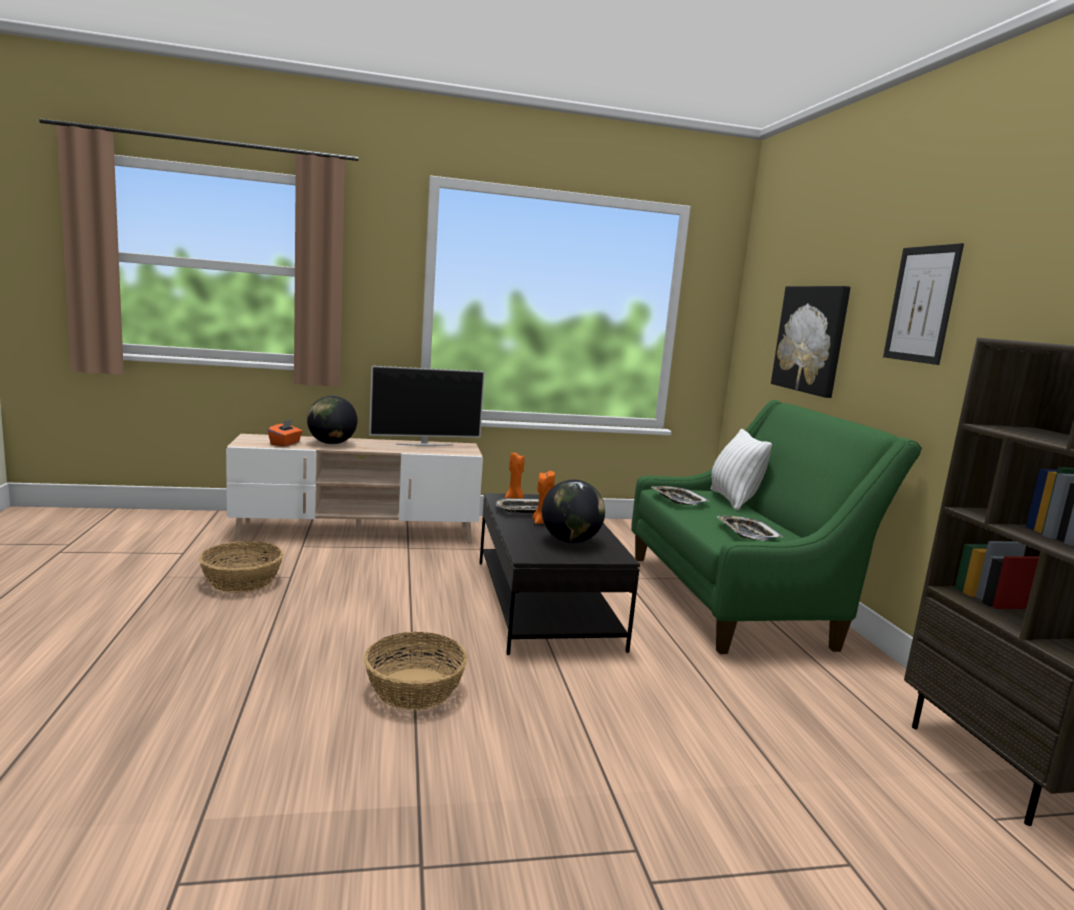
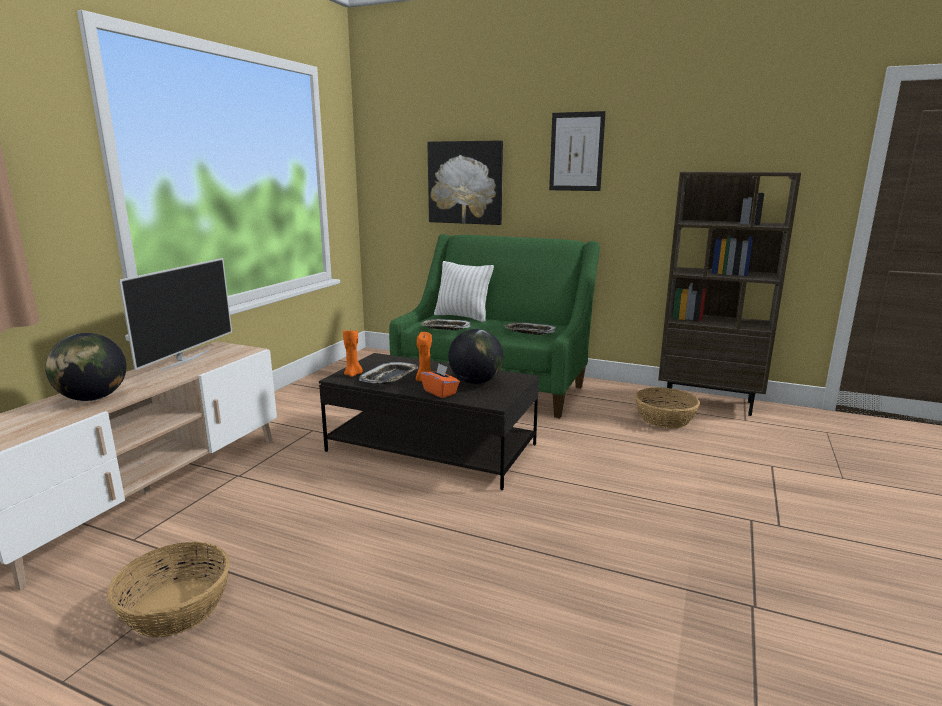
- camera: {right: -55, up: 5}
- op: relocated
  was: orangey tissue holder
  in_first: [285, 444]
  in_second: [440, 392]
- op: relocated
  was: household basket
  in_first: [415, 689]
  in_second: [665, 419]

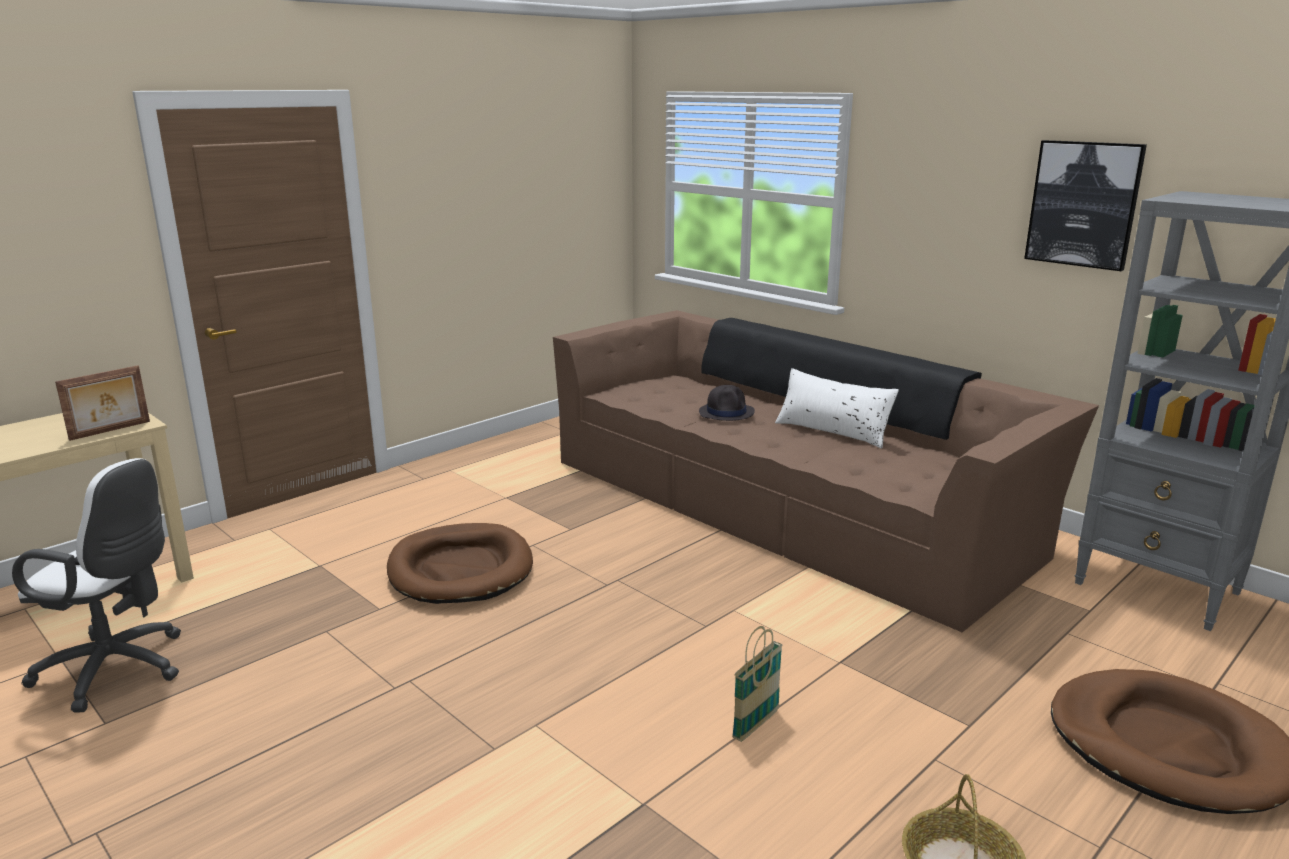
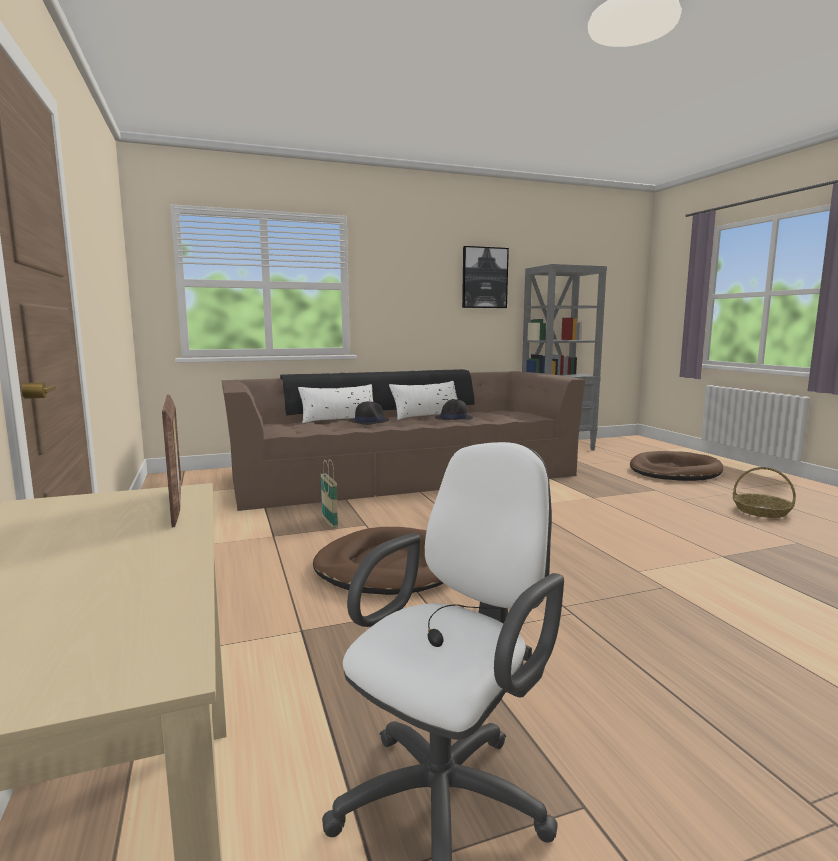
- camera: {right: -65, up: -10}
- op: appeared
  now: whitish pillow
  in_second: [338, 419]
- op: appeared
  now: black wearable hat
  in_second: [454, 418]
- op: relocated
  was: household basket
  in_first: [756, 725]
  in_second: [329, 522]

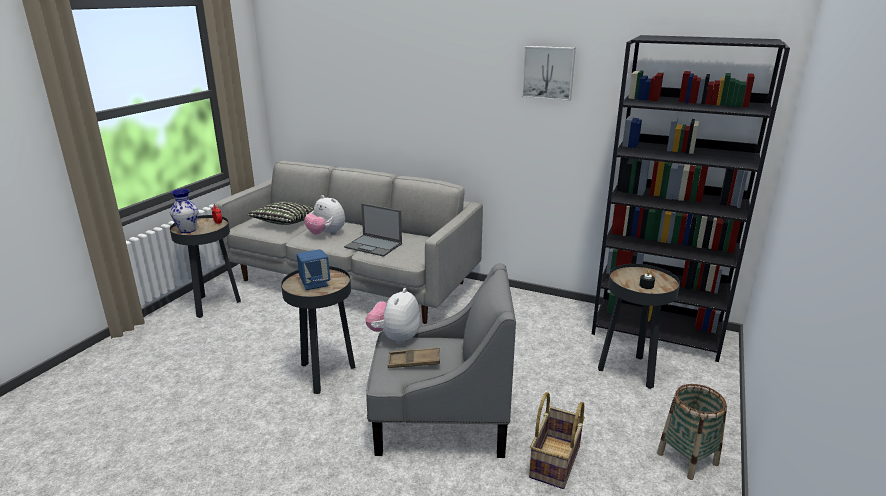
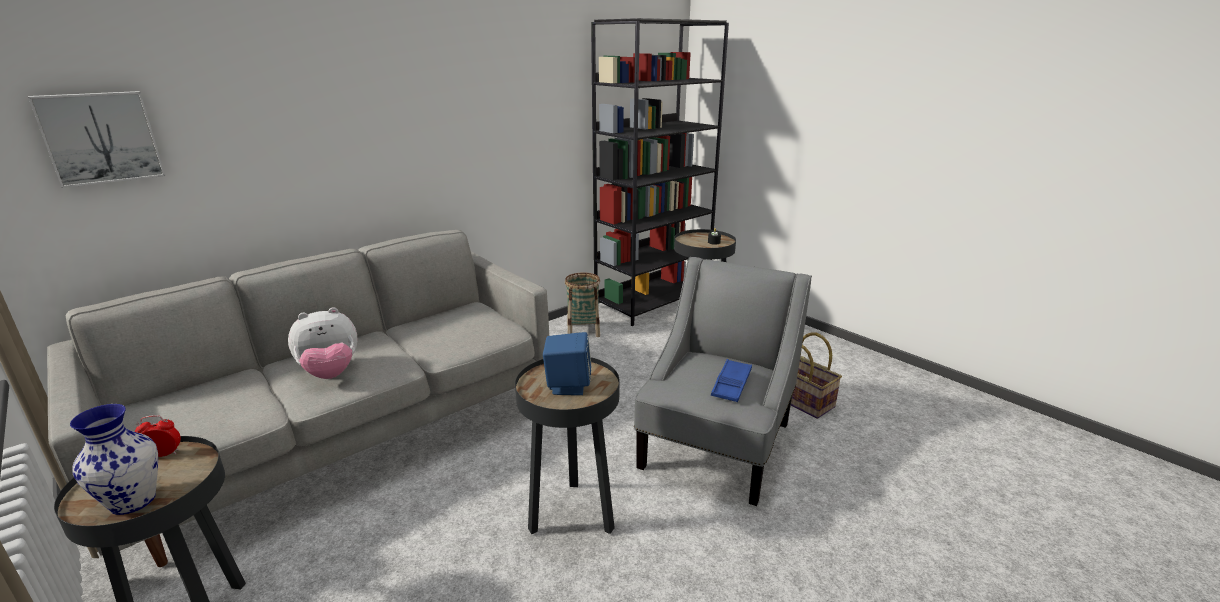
- camera: {right: -65, up: 0}
- op: missing
  was: pillow
  in_first: [285, 223]
- op: missing
  was: portable computer
  in_first: [374, 246]
- op: missing
  was: cuddly toy
  in_first: [395, 338]
- op: relocated
  was: picture
  in_first: [548, 72]
  in_second: [100, 138]
- op: relocated
  was: household basket
  in_first: [687, 458]
  in_second: [583, 330]
- op: colour
  was: brown serving tray
  now: bluish serving tray
  in_first: [414, 361]
  in_second: [731, 384]

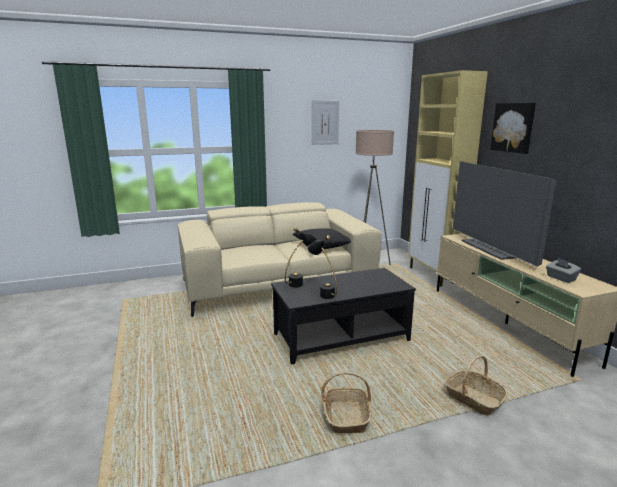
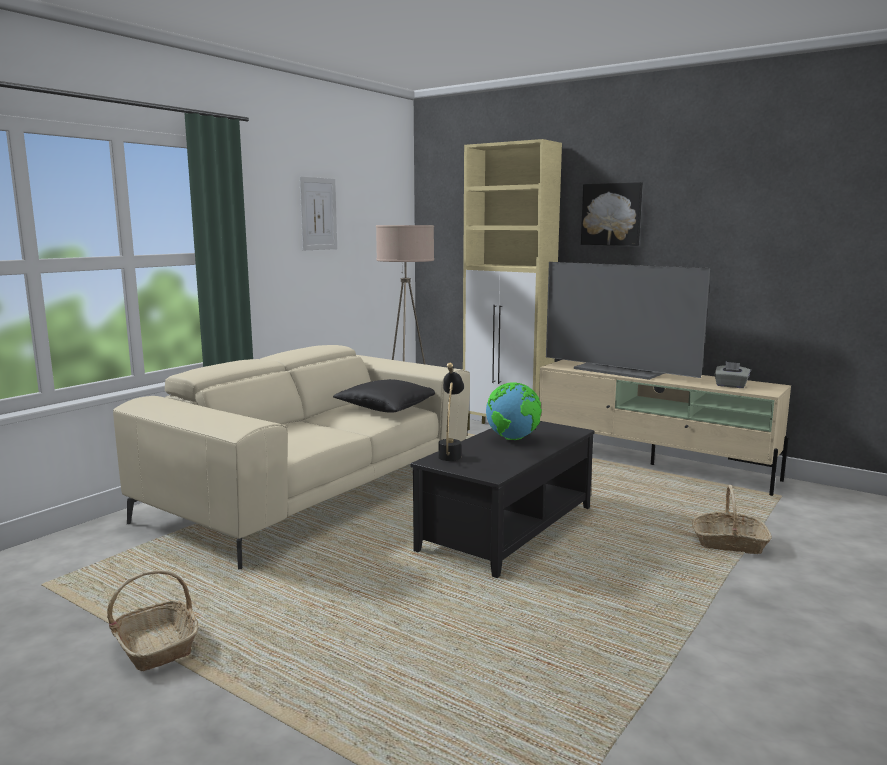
- camera: {right: -35, up: -5}
- op: missing
  was: black tabletop lamp
  in_first: [323, 293]
- op: appeared
  now: globe
  in_second: [513, 439]
- op: relocated
  was: household basket
  in_first: [346, 416]
  in_second: [156, 646]

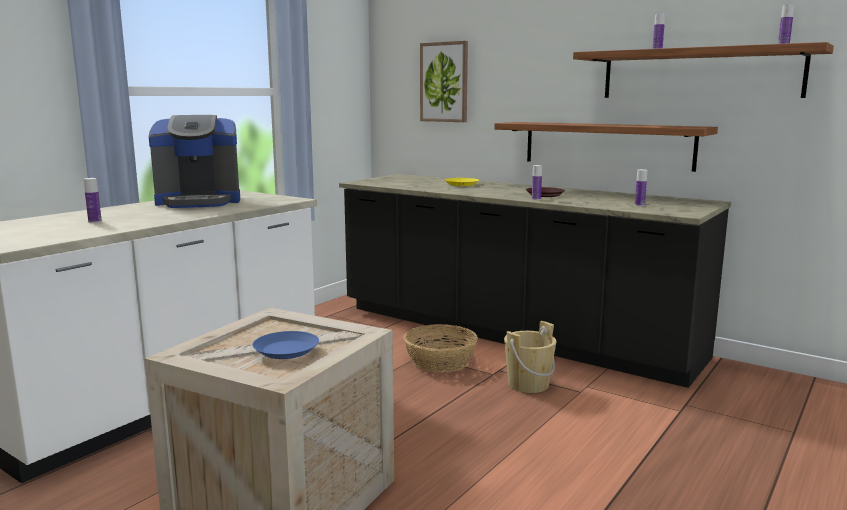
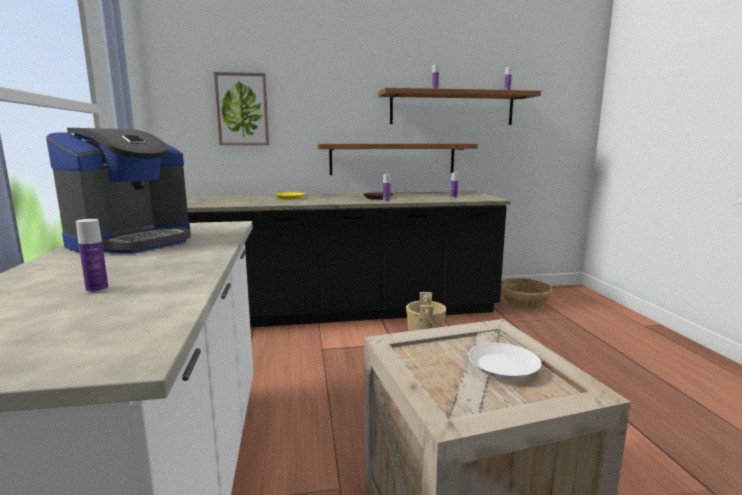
- camera: {right: -45, up: 0}
- op: relocated
  was: household basket
  in_first: [440, 362]
  in_second: [524, 303]
- op: colour
  was: bluish flat dish
  now: whitish flat dish
  in_first: [286, 350]
  in_second: [504, 366]

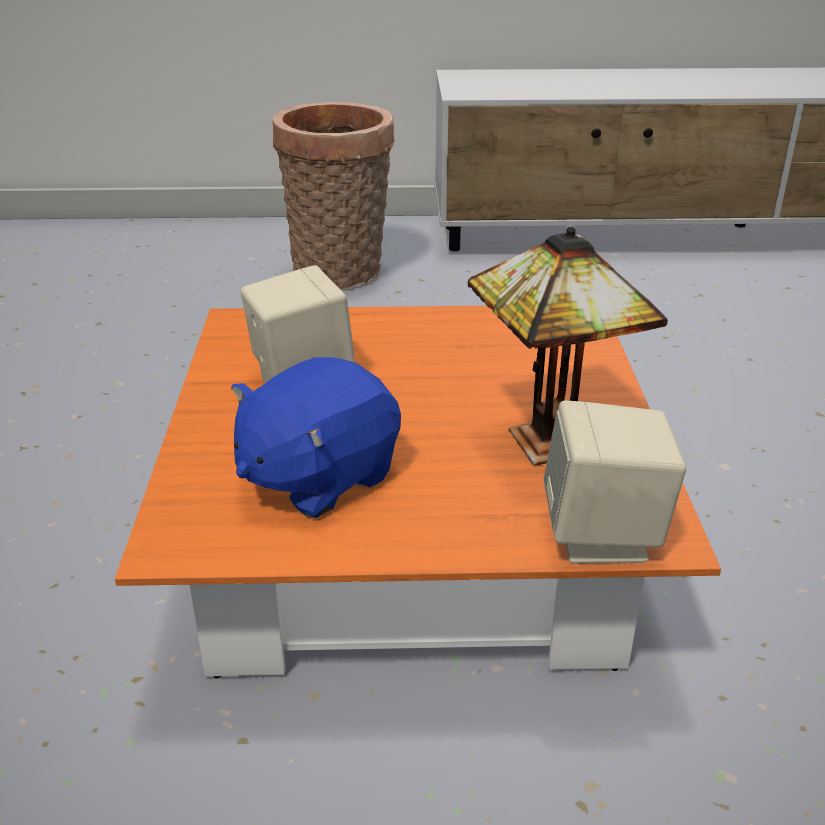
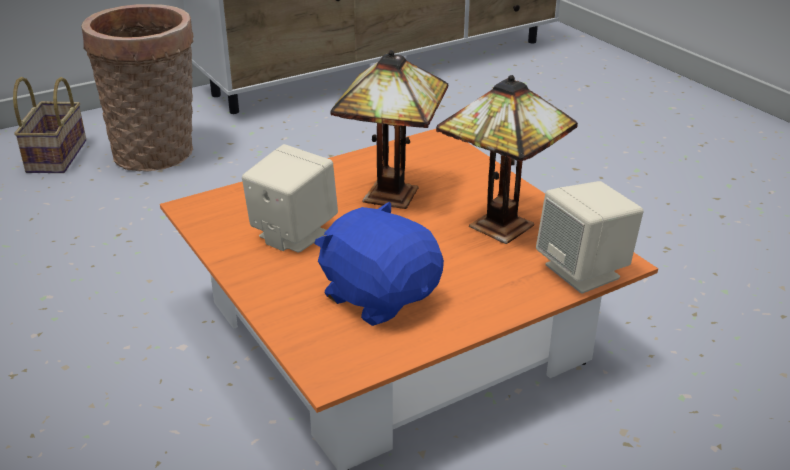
- camera: {right: -30, up: 0}
- op: appeared
  now: household basket
  in_second: [56, 155]
- op: appeared
  now: tabletop lamp
  in_second: [389, 193]
- op: spun
  was: bluish cuddly toy
  in_first: [317, 477]
  in_second: [379, 296]
  clockwise: 120

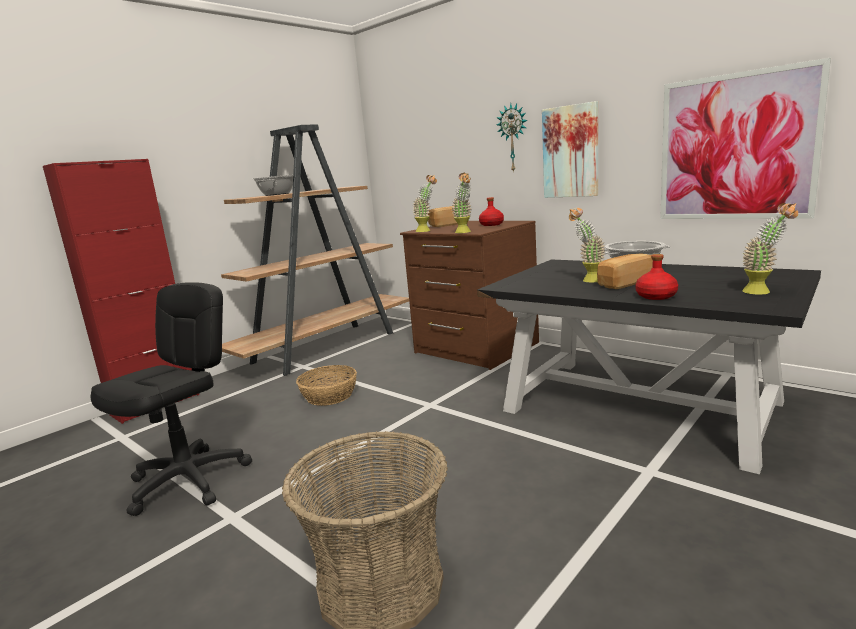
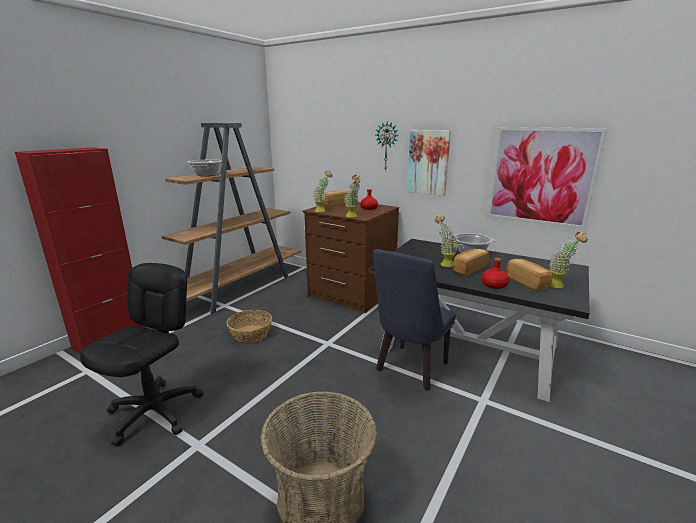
- camera: {right: -10, up: 5}
- op: appeared
  now: bluish upright chair
  in_second: [409, 370]
- op: appeared
  now: bread
  in_second: [527, 282]

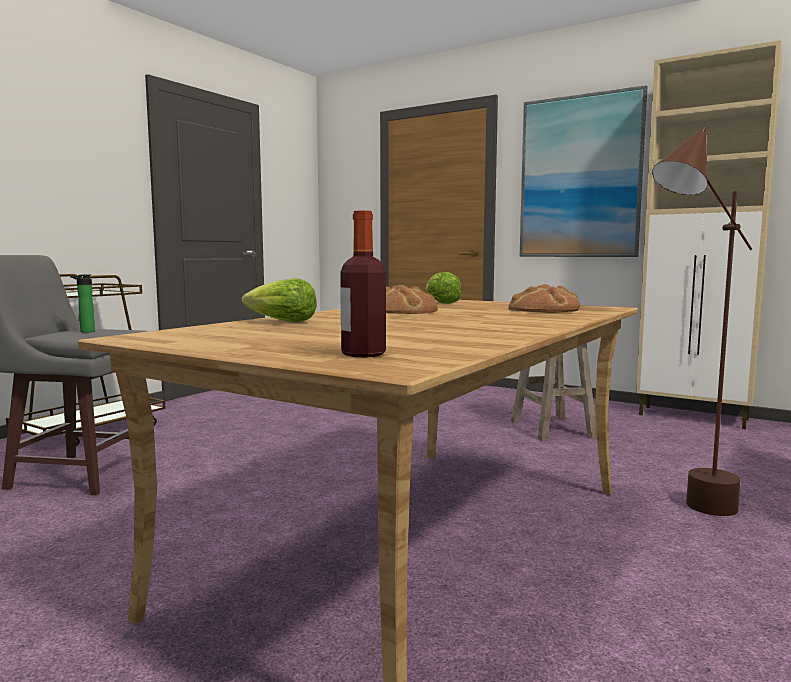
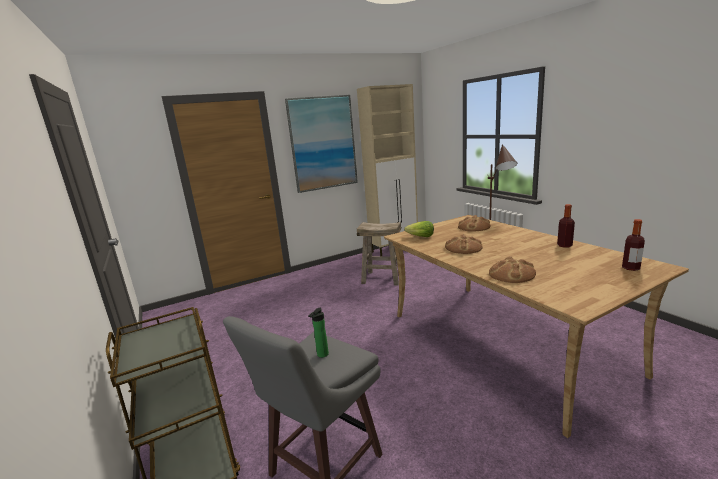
- camera: {right: -60, up: 10}
- op: appeared
  now: beverage bottle
  in_second: [564, 245]
- op: exchanged
  was: lettuce head
  now: bread
  in_first: [281, 322]
  in_second: [511, 274]

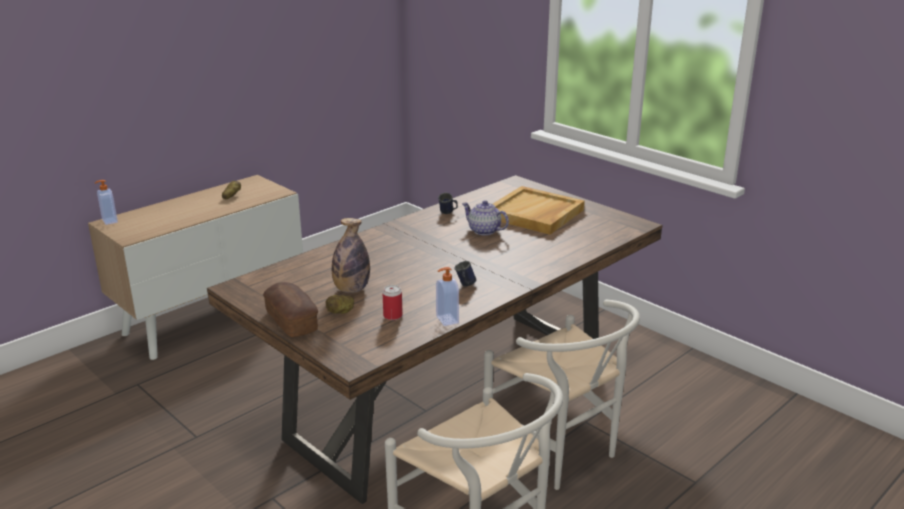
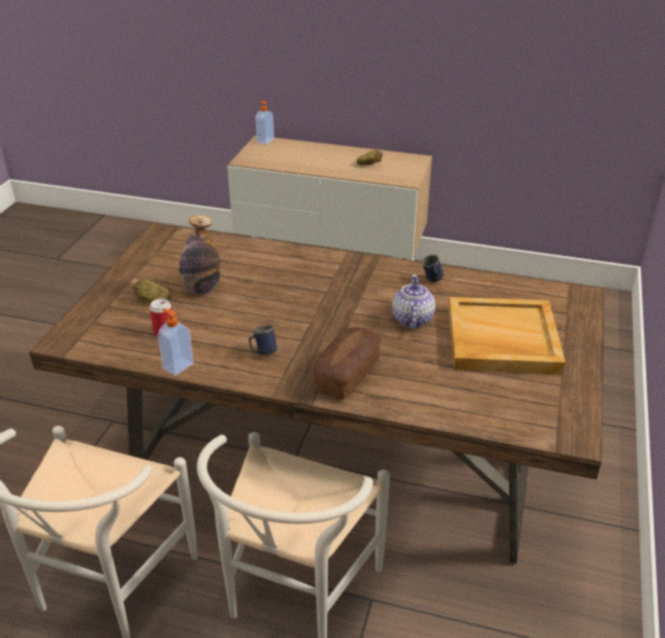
- camera: {right: 60, up: 10}
- op: relocated
  was: bread
  in_first: [291, 321]
  in_second: [347, 374]

